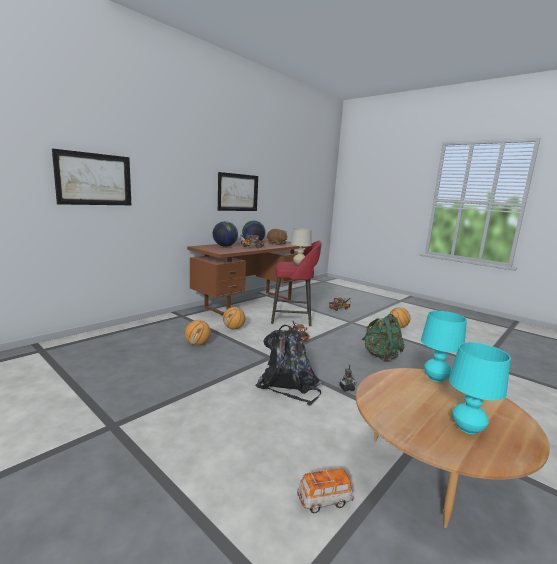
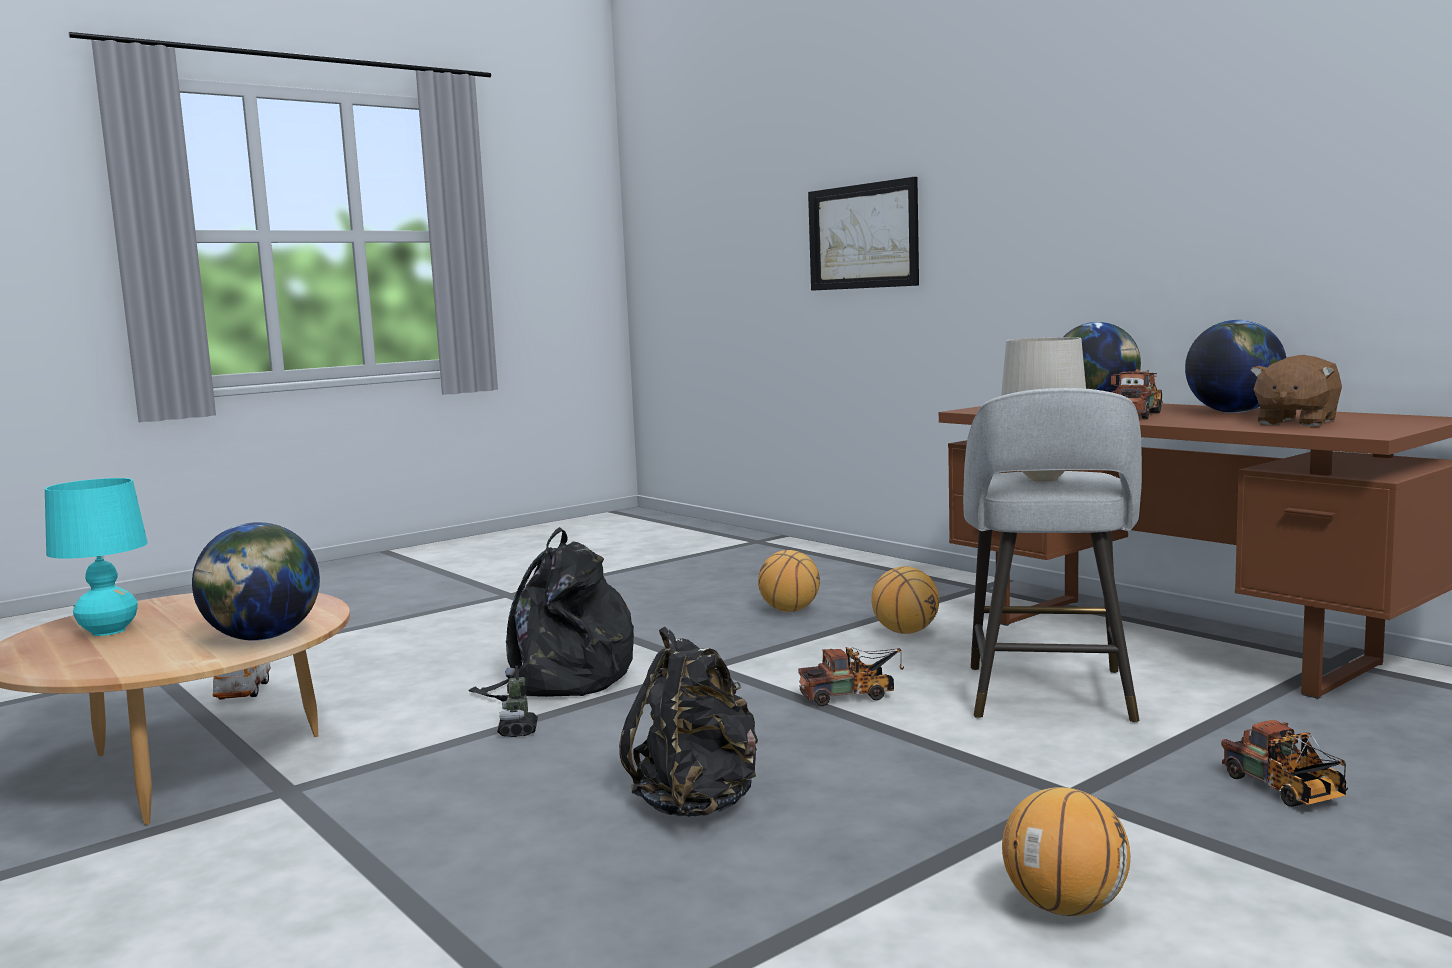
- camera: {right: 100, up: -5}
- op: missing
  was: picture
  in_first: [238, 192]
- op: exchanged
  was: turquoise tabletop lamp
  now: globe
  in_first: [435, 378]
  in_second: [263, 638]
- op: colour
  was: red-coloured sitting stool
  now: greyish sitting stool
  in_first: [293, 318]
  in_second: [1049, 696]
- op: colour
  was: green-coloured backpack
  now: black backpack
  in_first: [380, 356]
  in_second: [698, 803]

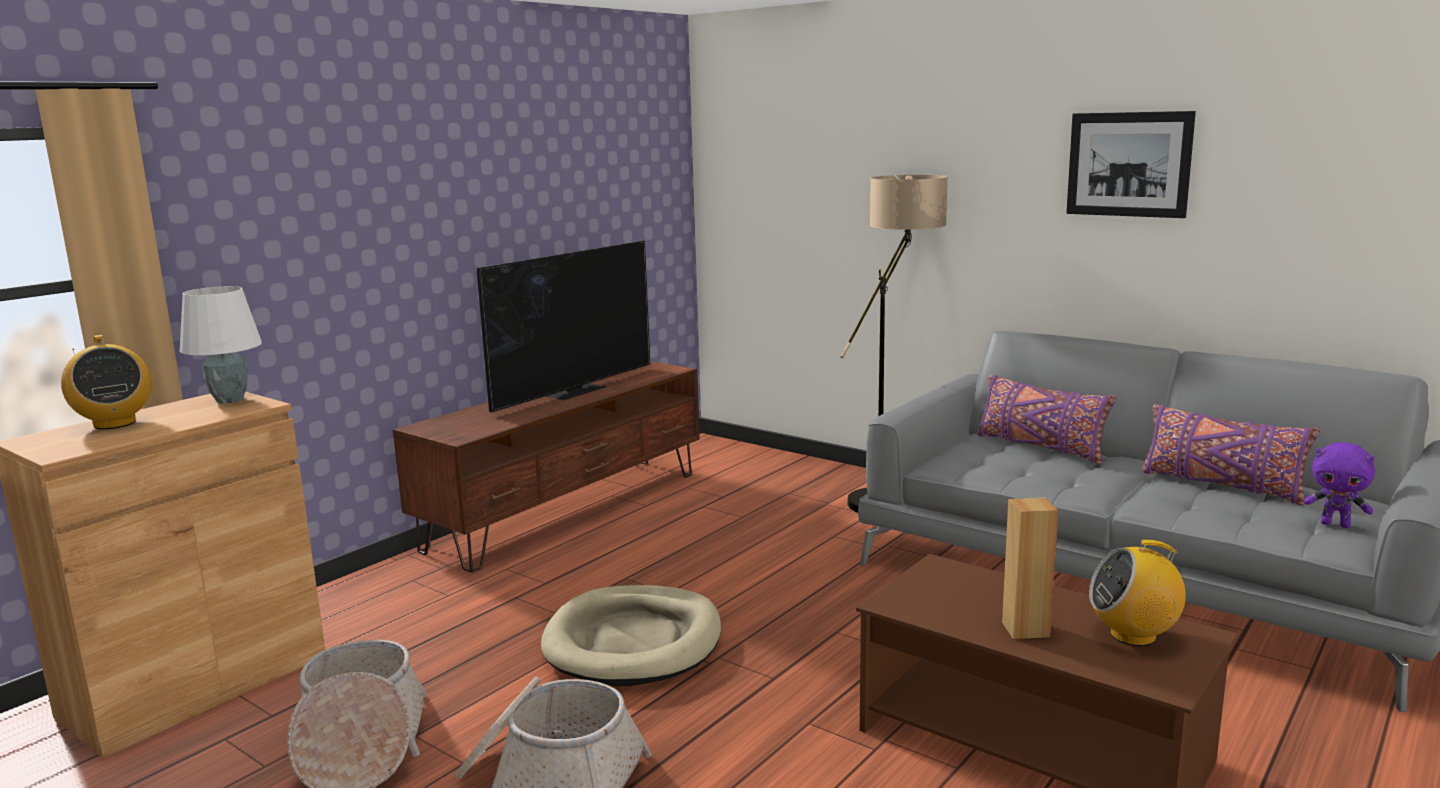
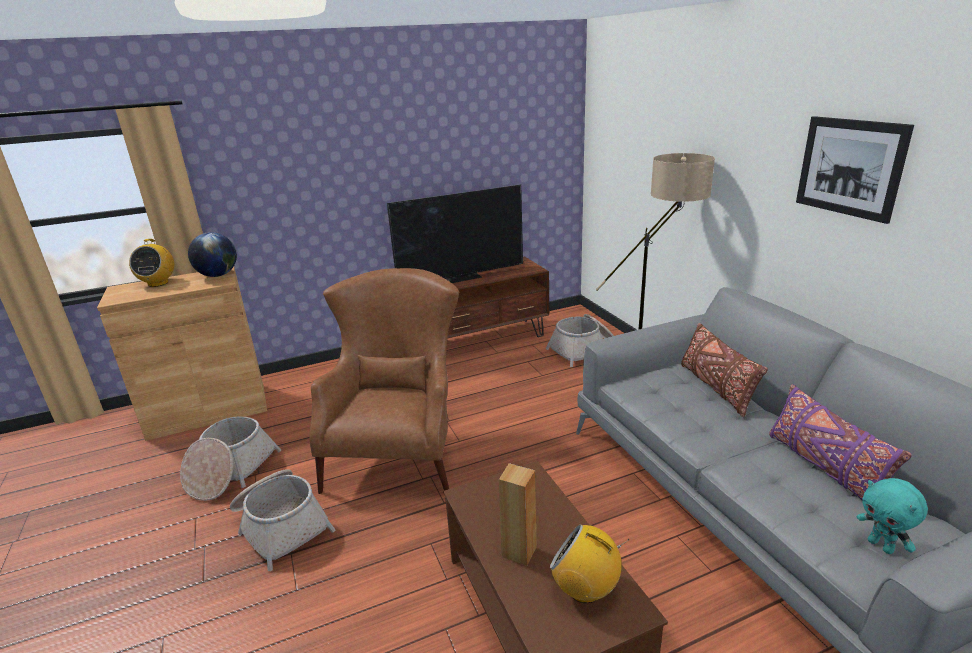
- camera: {right: 30, up: 10}
- op: appeared
  now: household basket
  in_second: [584, 350]
- op: exchanged
  was: whitish tabletop lamp
  now: globe
  in_first: [228, 400]
  in_second: [218, 275]
- op: exchanged
  was: beige pet bed
  now: brown lounge chair
  in_first: [634, 642]
  in_second: [400, 449]
- op: colour
  was: purplish pillow
  now: brown pillow
  in_first: [1040, 447]
  in_second: [716, 387]
- op: colour
  was: purplish cuddly toy
  now: turquoise cuddly toy
  in_first: [1335, 524]
  in_second: [881, 546]

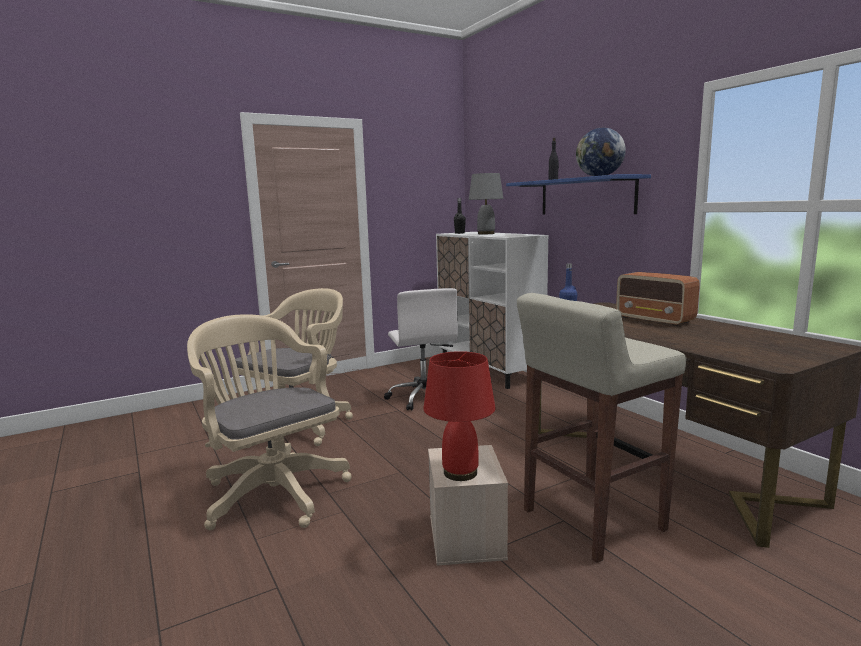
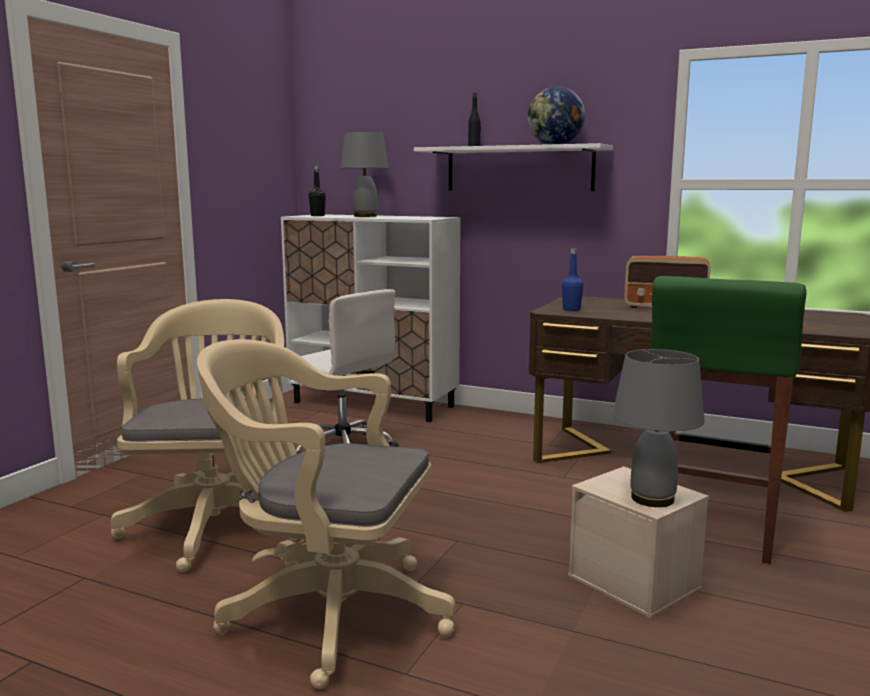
- camera: {right: -35, up: 0}
- op: colour
  was: red-coloured tabletop lamp
  now: greyish tabletop lamp
  in_first: [461, 473]
  in_second: [653, 498]
- op: colour
  was: bluish shelf
  now: whitish shelf
  in_first: [586, 196]
  in_second: [519, 169]
- op: colour
  was: beige sitting stool
  now: green-coloured sitting stool
  in_first: [591, 521]
  in_second: [710, 530]

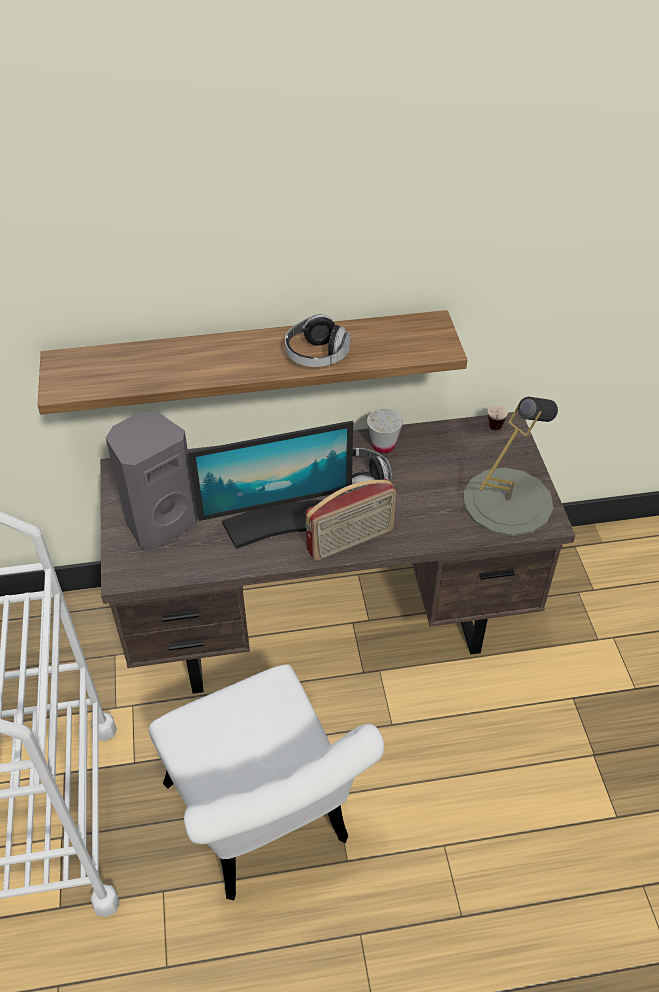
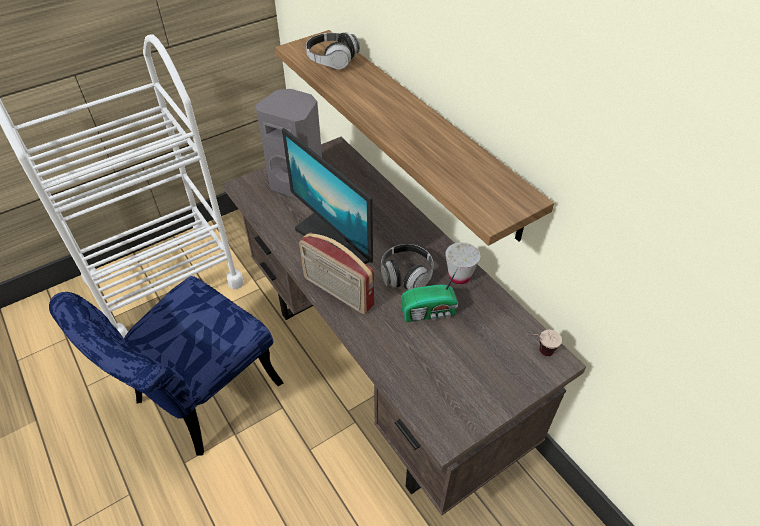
- camera: {right: 65, up: 0}
- op: missing
  was: greyish tabletop lamp
  in_first: [507, 501]
- op: appeared
  now: radio receiver
  in_second: [430, 312]
- op: relocated
  was: headset
  in_first: [317, 355]
  in_second: [332, 60]
- op: colour
  was: whitish upright chair
  now: bluish upright chair
  in_first: [265, 824]
  in_second: [197, 399]

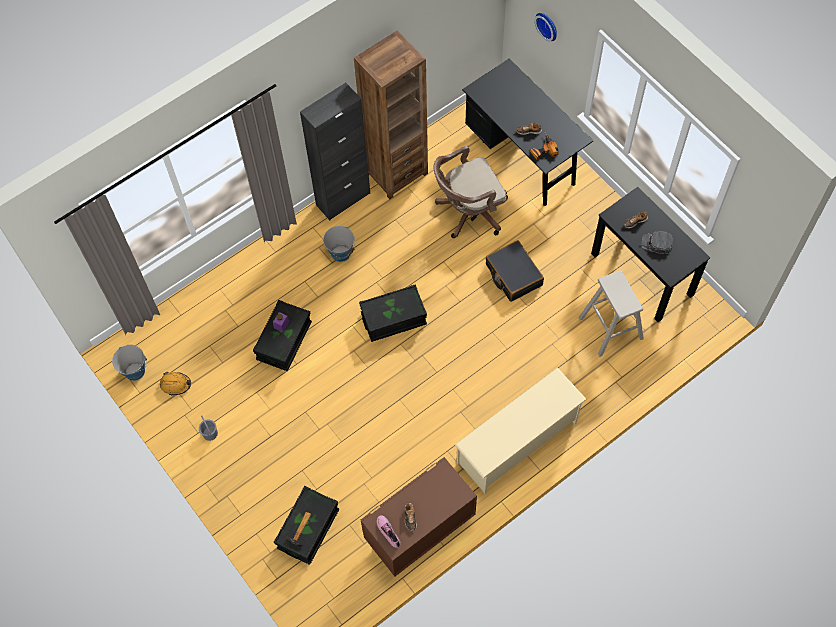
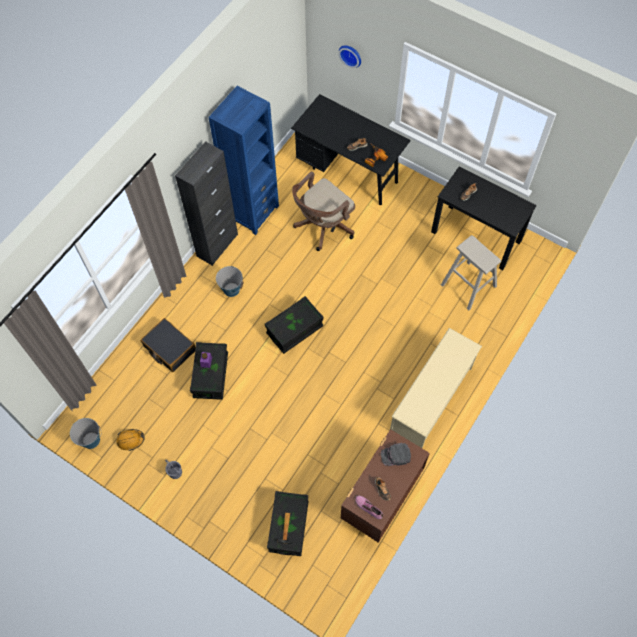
- camera: {right: -20, up: 0}
- op: relocated
  was: black travel case
  in_first: [513, 275]
  in_second: [169, 348]
- op: relocated
  was: black cap
  in_first: [656, 243]
  in_second: [395, 456]
- op: colour
  was: brown bookcase
  now: bluish bookcase
  in_first: [396, 173]
  in_second: [253, 212]

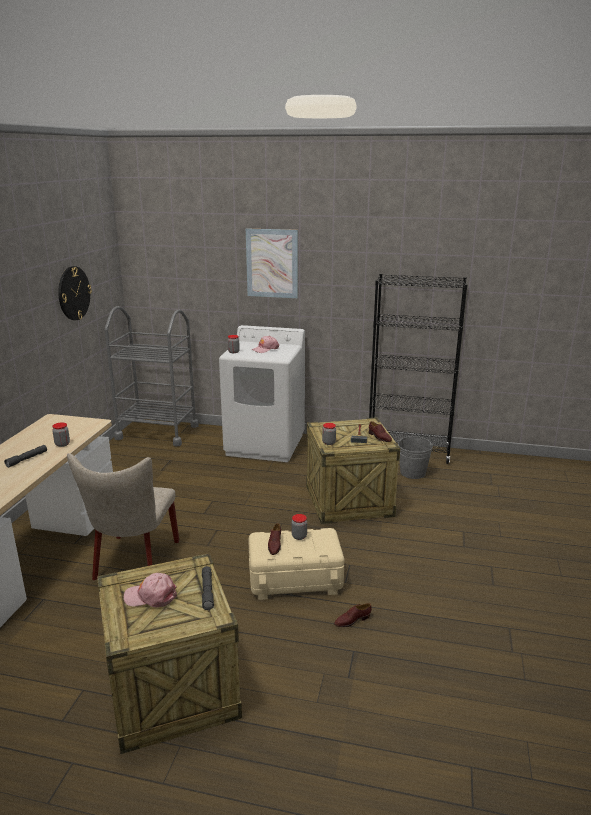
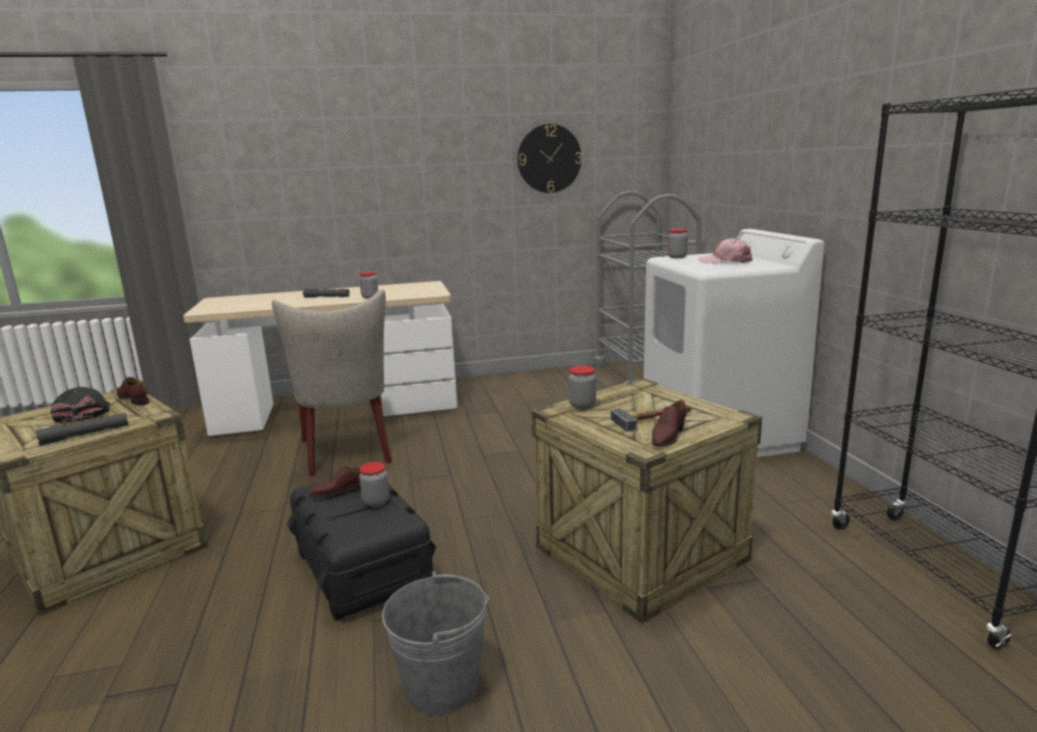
- camera: {right: 65, up: -5}
- op: missing
  was: picture
  in_first: [272, 263]
- op: relocated
  was: brown item of footwear
  in_first: [352, 620]
  in_second: [133, 399]
- op: relocated
  was: greyish bucket
  in_first: [412, 473]
  in_second: [442, 685]
- op: colour
  was: pink-coloured cap
  now: black cap
  in_first: [151, 596]
  in_second: [84, 413]
- op: colour
  was: beige storage container
  now: black storage container
  in_first: [295, 578]
  in_second: [363, 567]
- op: spun
  was: beige upright chair
  in_first: [134, 563]
  in_second: [348, 453]
  clockwise: -90

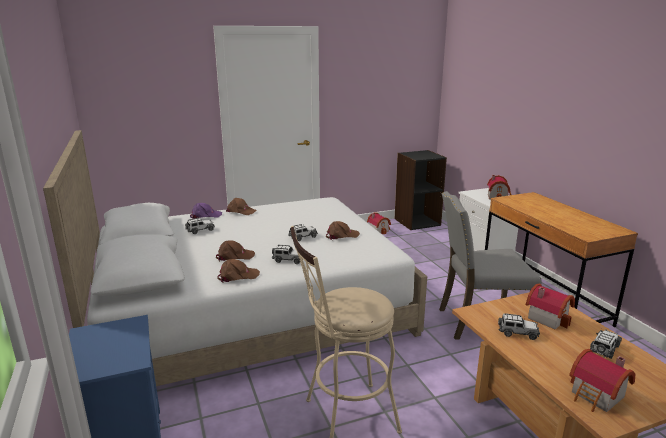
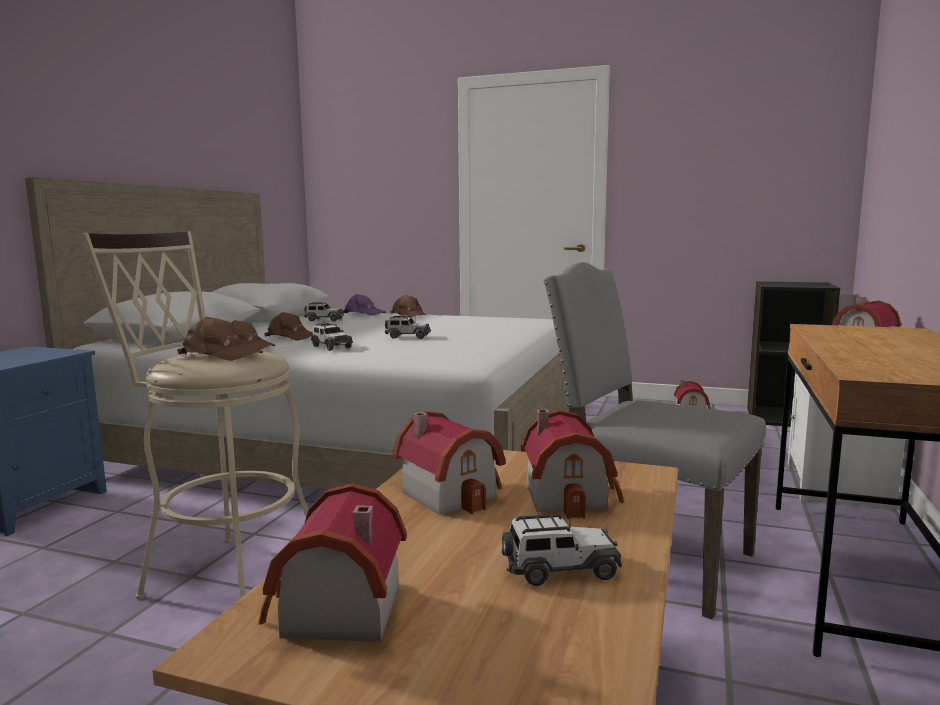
- camera: {right: 40, up: -10}
- op: relocated
  was: brown cap
  in_first: [341, 235]
  in_second: [220, 355]
- op: exchanged
  was: miniature car
  now: miniature house
  in_first: [517, 333]
  in_second: [452, 492]

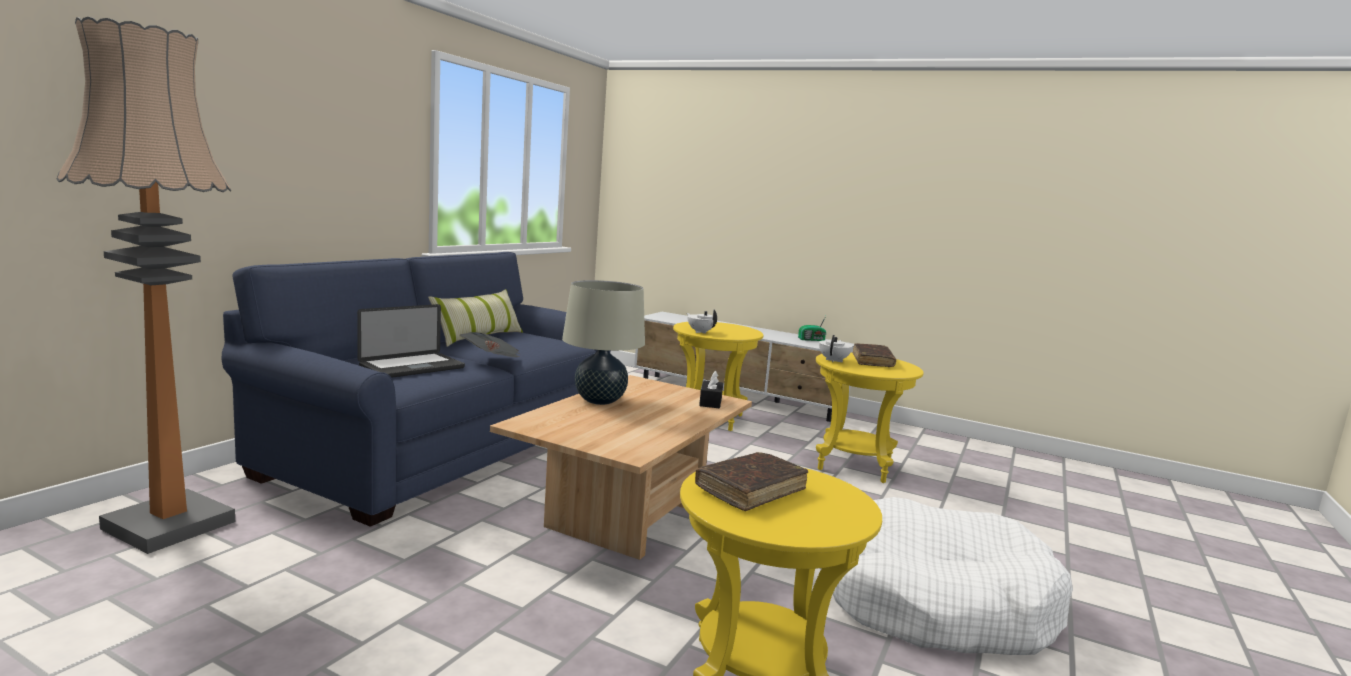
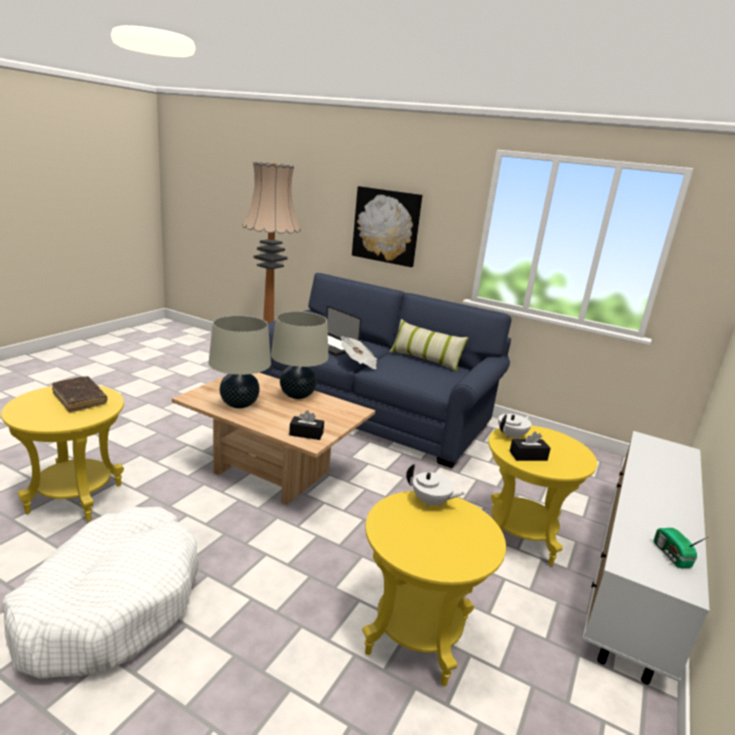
- camera: {right: 90, up: 10}
- op: missing
  was: brown book
  in_first: [872, 361]
- op: appeared
  now: beige tabletop lamp
  in_second: [239, 404]
- op: appeared
  now: picture
  in_second: [386, 226]
- op: appeared
  now: black tissue holder
  in_second: [528, 456]

